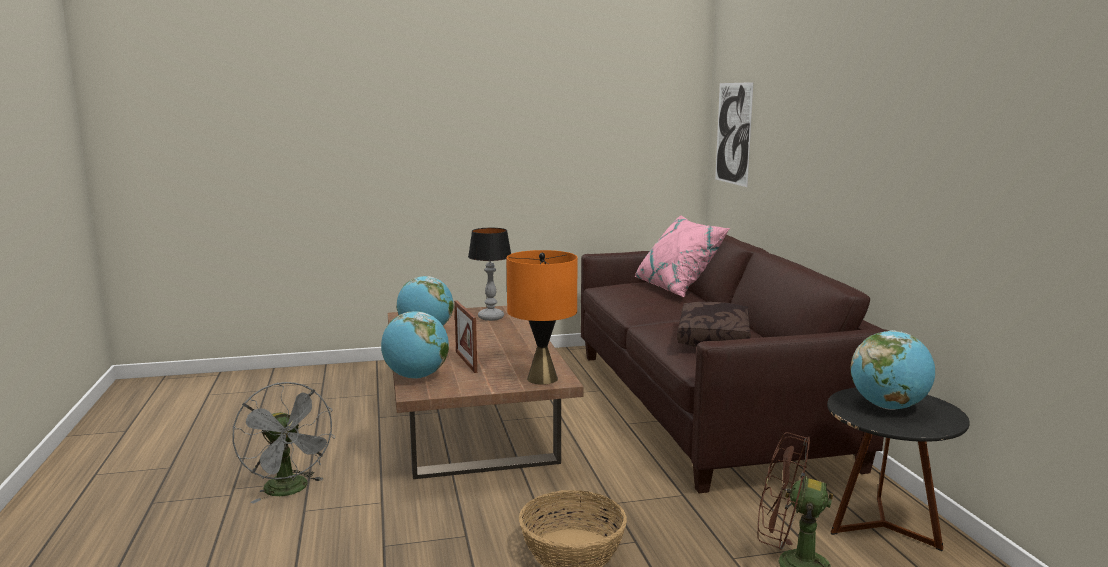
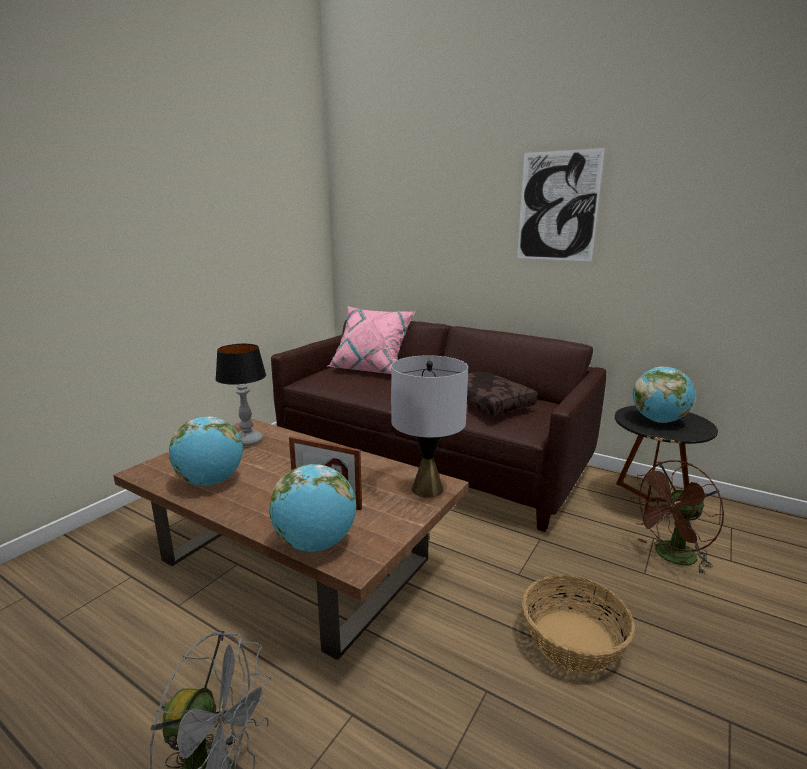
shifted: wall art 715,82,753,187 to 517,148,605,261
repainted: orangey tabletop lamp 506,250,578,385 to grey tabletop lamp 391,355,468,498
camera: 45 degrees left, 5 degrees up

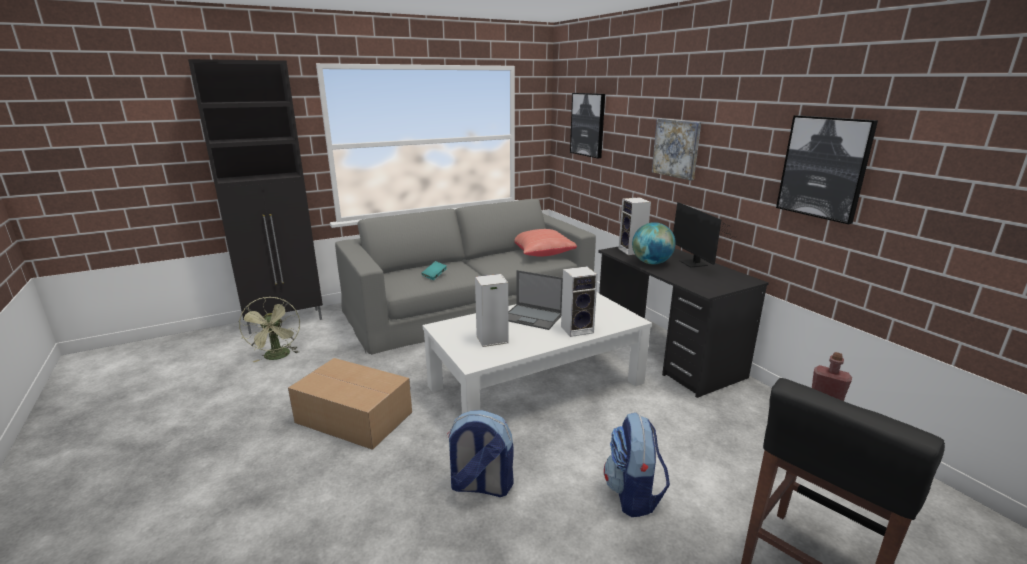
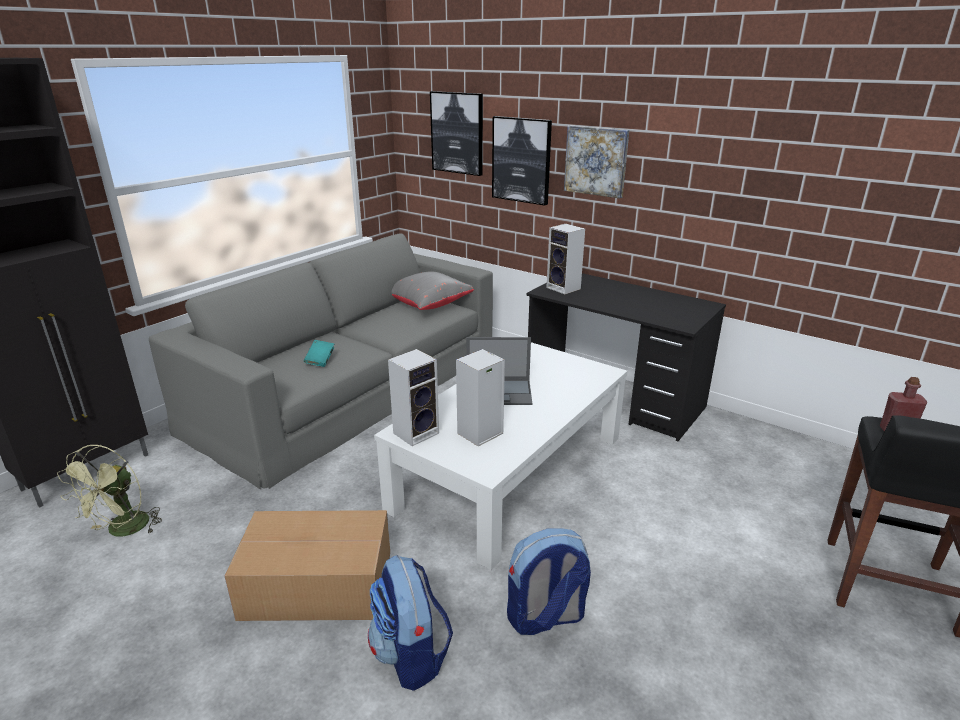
gone: computer display 673,202,735,268; globe 632,222,676,265
shifted: wall art 776,115,878,225 to 492,116,552,206; speaker 561,267,598,337 to 388,349,439,446; knapsack 604,412,670,517 to 368,555,453,691
repainted: red-coloured pillow 514,229,577,257 to grey pillow 392,271,474,310
rotated: green-coloured cooling fan 238,297,300,362 = 57,445,162,536 60 degrees clockwise
camera: 25 degrees left, 5 degrees up

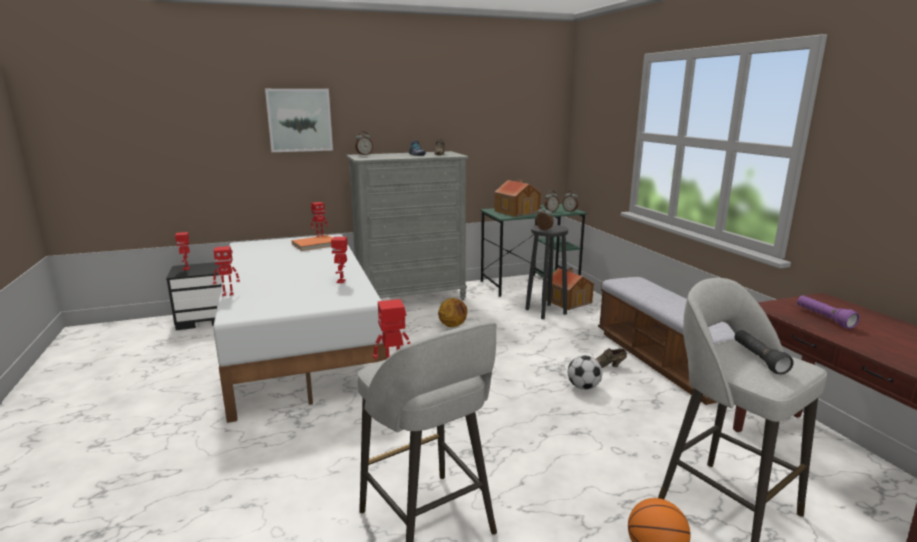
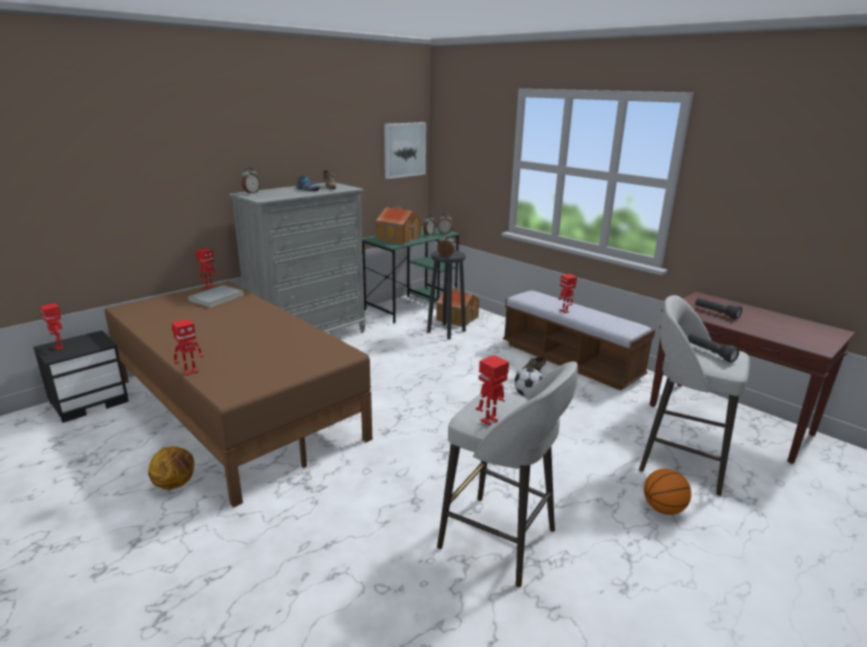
shifted: wall art 265,89,333,152 to 384,122,426,179; robot figure 331,237,348,283 to 558,274,577,313; ball for basketball 438,298,467,327 to 148,446,194,490
repainted: white bed 213,234,387,423 to brownish bed 105,281,372,508; orangey book 292,235,332,251 to grey book 188,285,244,308; purple hand torch 797,295,860,329 to blackish hand torch 695,298,742,319
camera: 25 degrees left, 5 degrees up

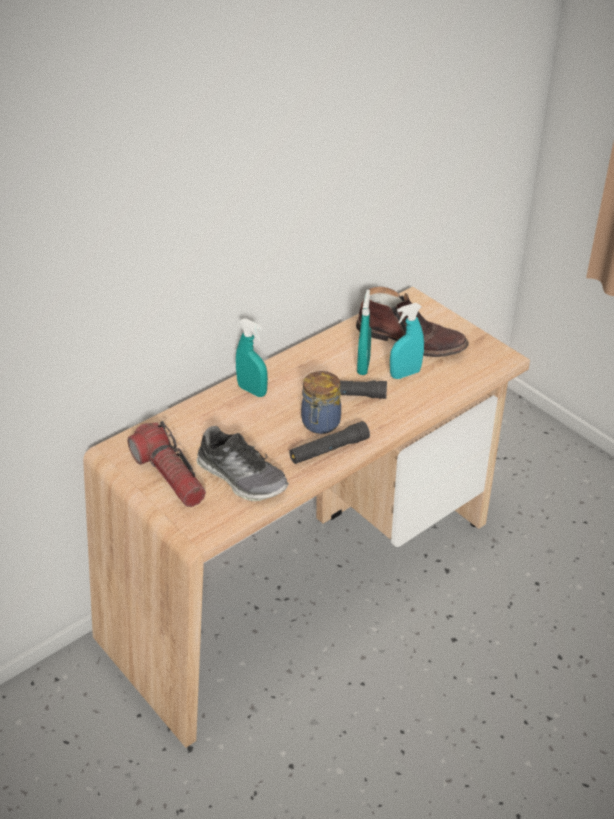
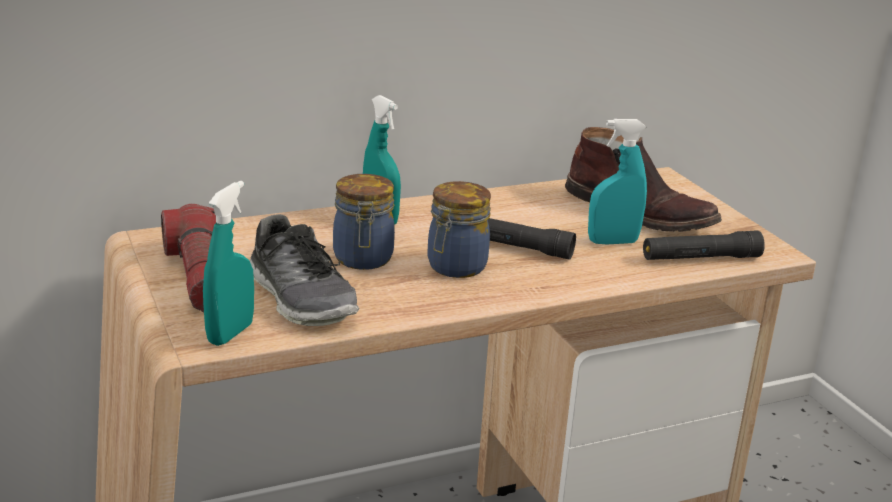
new: preserve jar 333,174,395,270
shifted: blue-green sprayer 357,290,371,375 to 203,180,254,346; blackish hand torch 289,421,370,464 to 643,230,765,260
camera: 15 degrees right, 15 degrees down

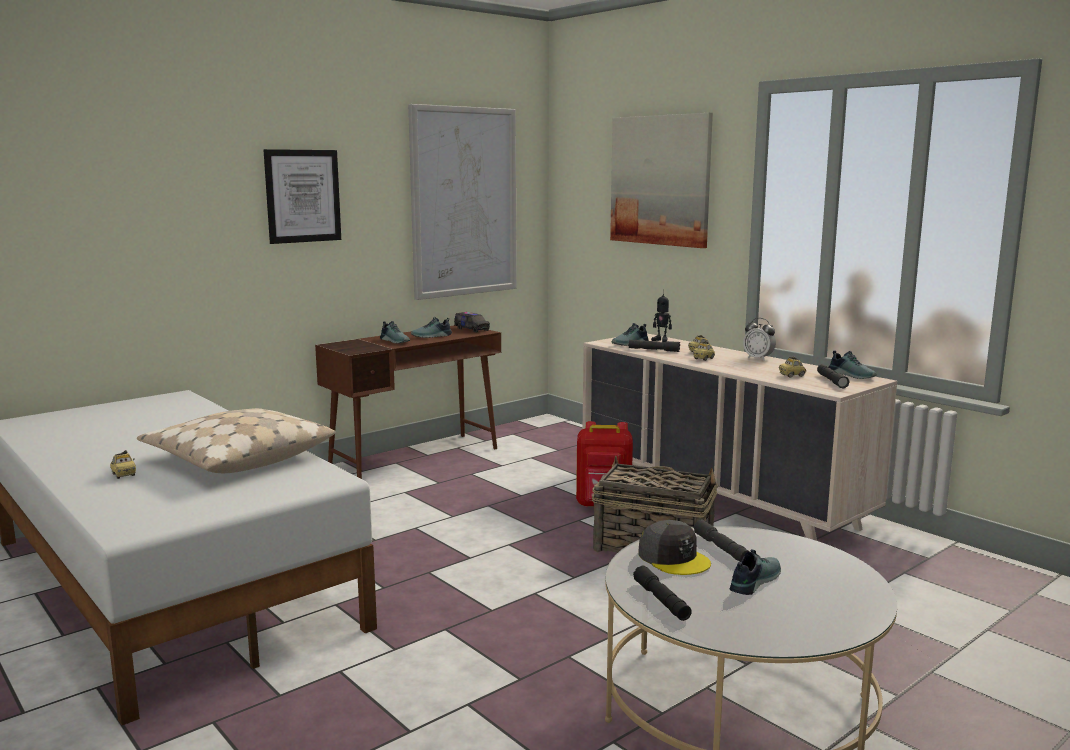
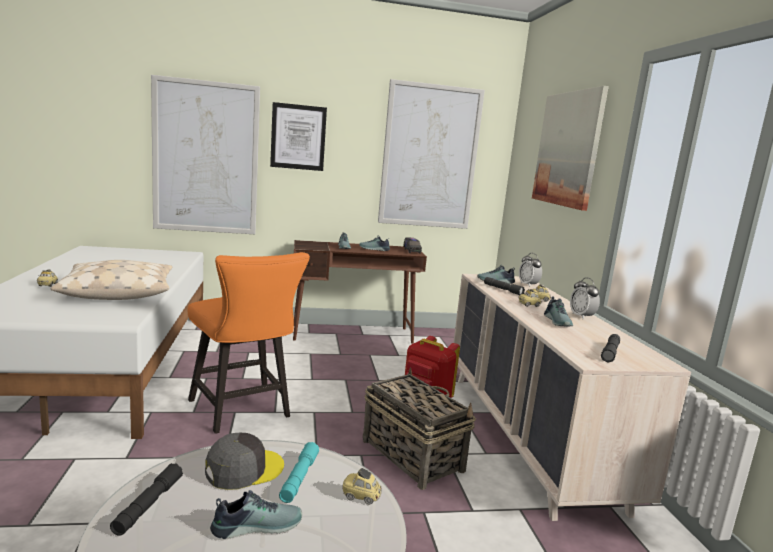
new: wall art 151,75,260,234; orangey plain chair 188,252,310,434
shifted: low shoe 829,350,877,379 to 544,296,573,327; model car 779,357,806,378 to 342,468,382,505
swapped: robot figure 651,290,672,342 to alarm clock 519,253,542,287
repainted: grey hand torch 694,520,750,562 to blue-green hand torch 279,442,319,503
rotated: grey baseball cap 638,520,711,575 = 205,433,284,490 120 degrees counterclockwise
camera: 30 degrees right, 0 degrees up

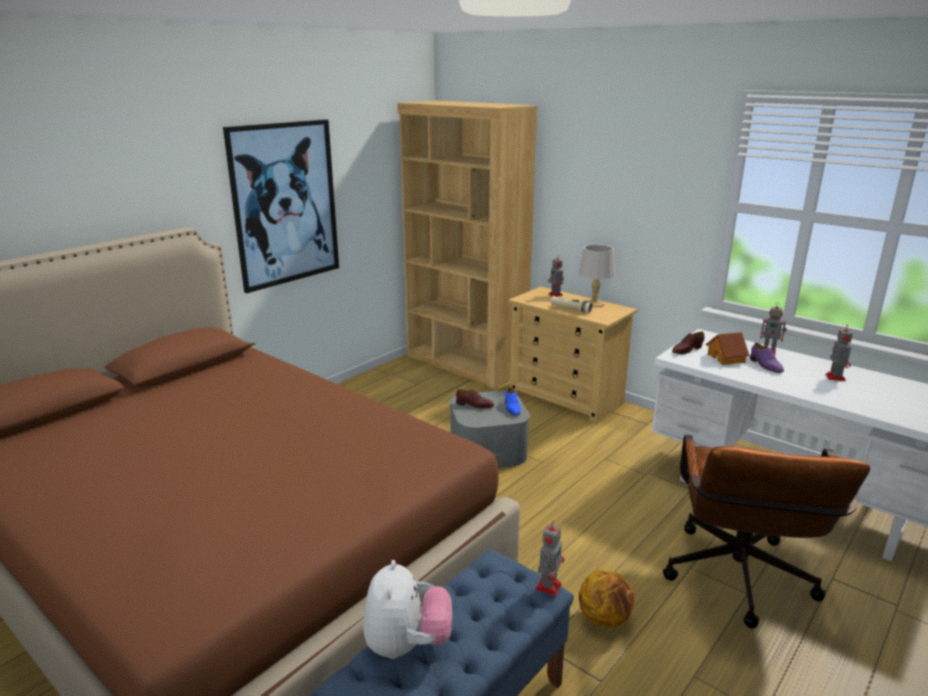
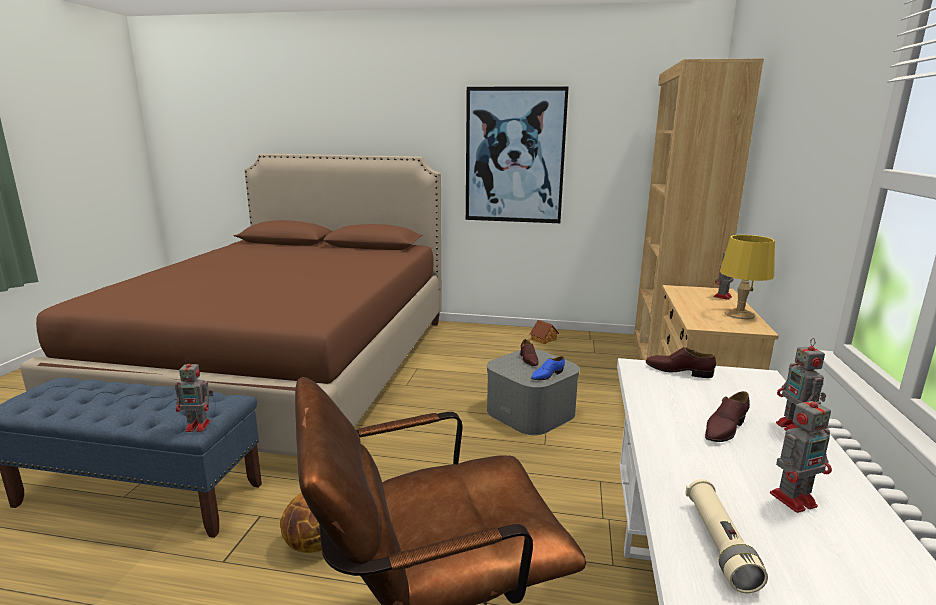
gone: soft toy 363,560,452,659
shifted: sand-coloured hand torch 551,296,593,313 to 685,479,768,593; toy house 706,332,749,365 to 530,320,559,344
repainted: grey tabletop lamp 579,244,615,307 to yellowish tabletop lamp 720,235,775,319; purple low shoe 750,343,784,373 to brownish low shoe 705,391,750,442
camera: 60 degrees right, 5 degrees down

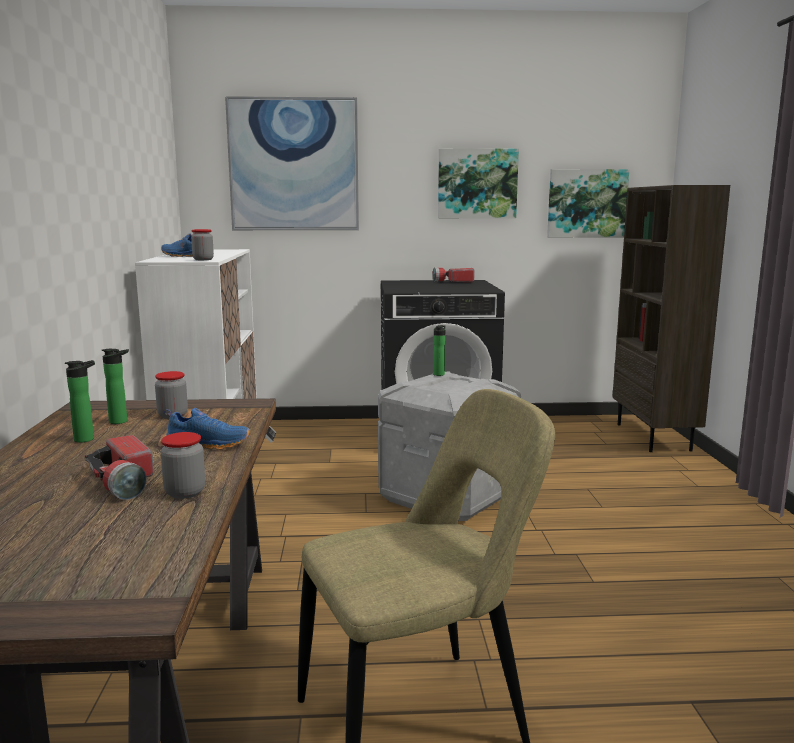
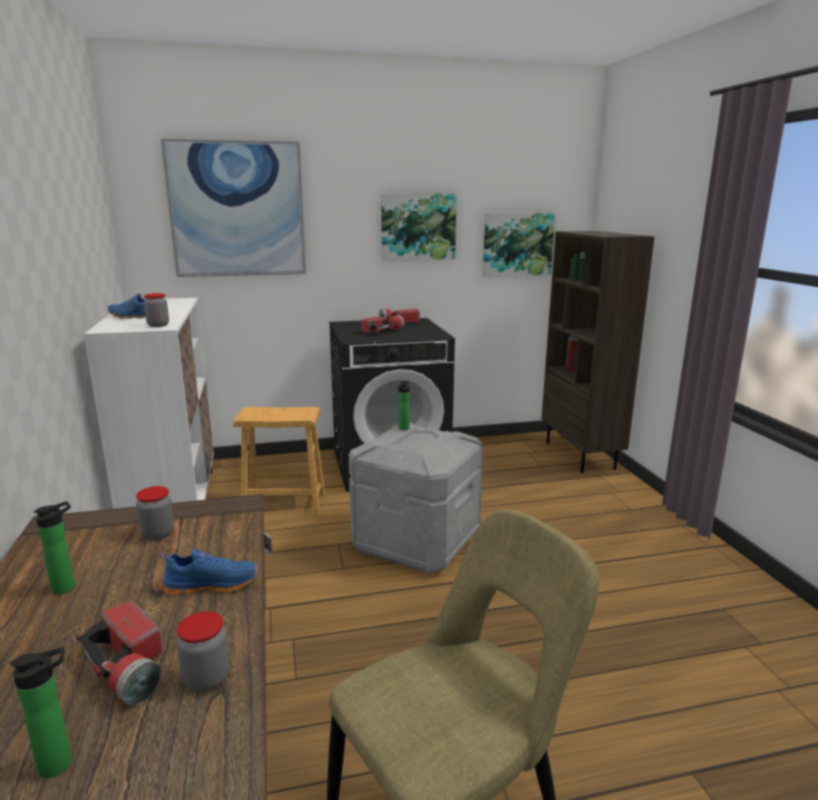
new: hand torch 362,315,404,334; brownish stool seat 233,407,325,516
shifted: drink bottle 102,349,129,424 to 10,647,72,778
camera: 10 degrees left, 5 degrees up

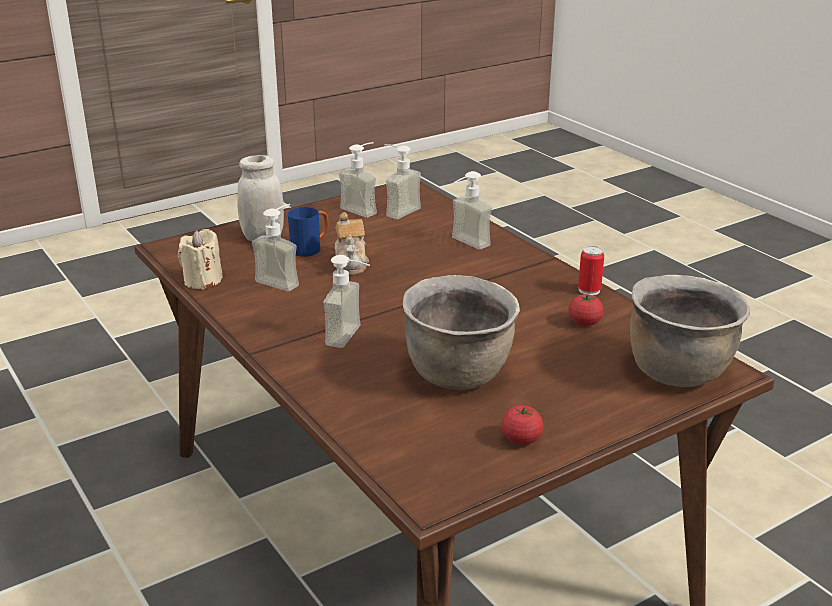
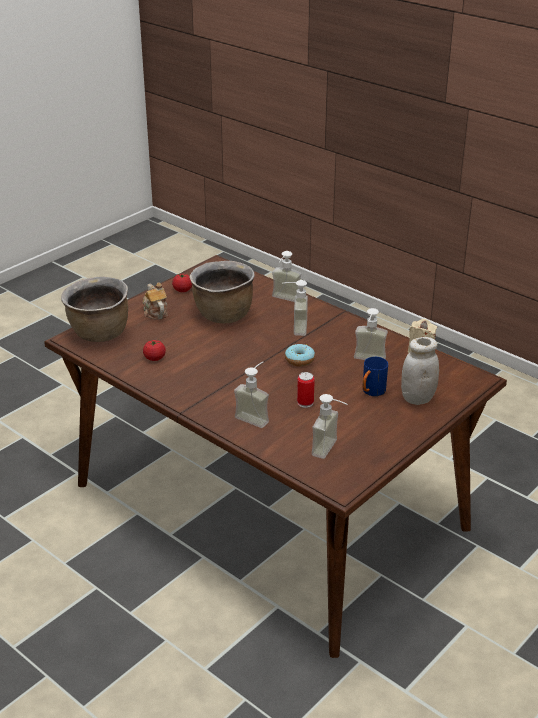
new: doughnut 285,344,315,366
shifted: soap bottle 339,142,377,218 to 272,251,302,302; tea pot 335,212,369,275 to 143,282,168,320; metal can 578,246,604,295 to 297,372,315,408
camera: 165 degrees right, 5 degrees up

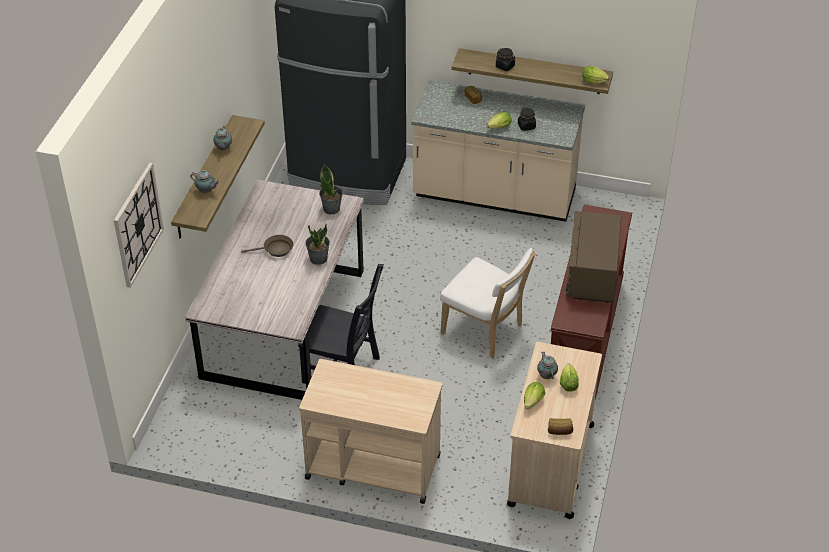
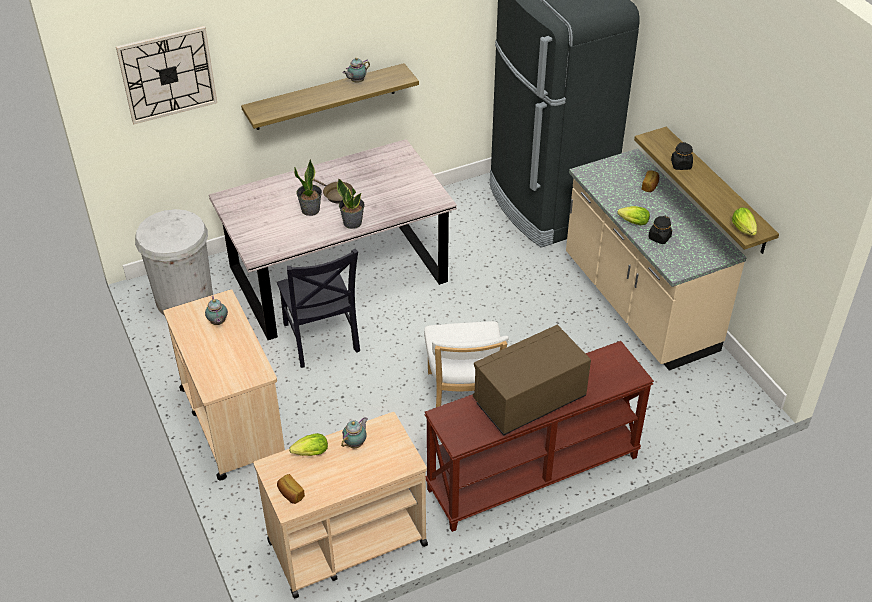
gone: head of lettuce 560,364,579,392
new: white trash can 135,209,213,316
shifted: plant in a pot 319,164,343,215 to 294,159,322,216; tea pot 190,170,220,193 to 205,296,228,325
camera: 50 degrees right, 0 degrees up

